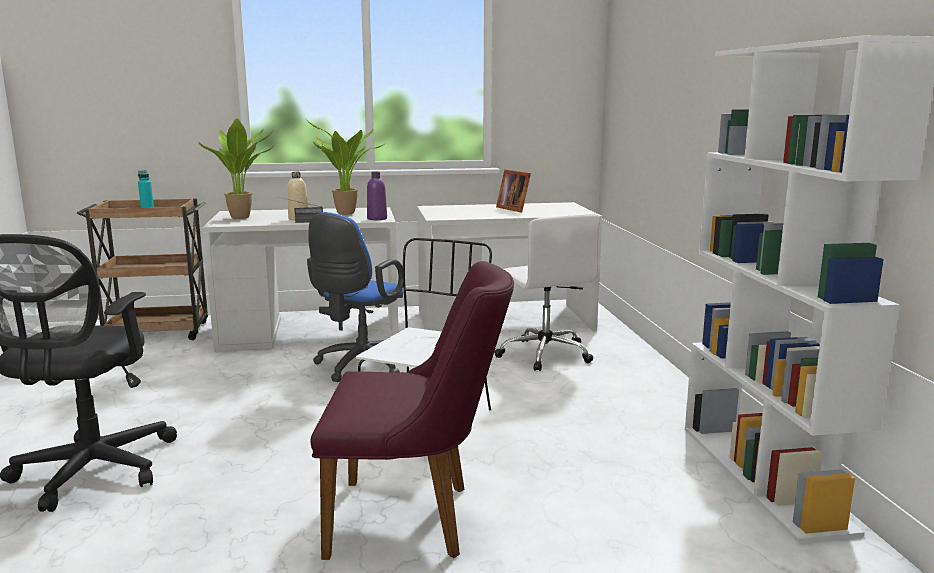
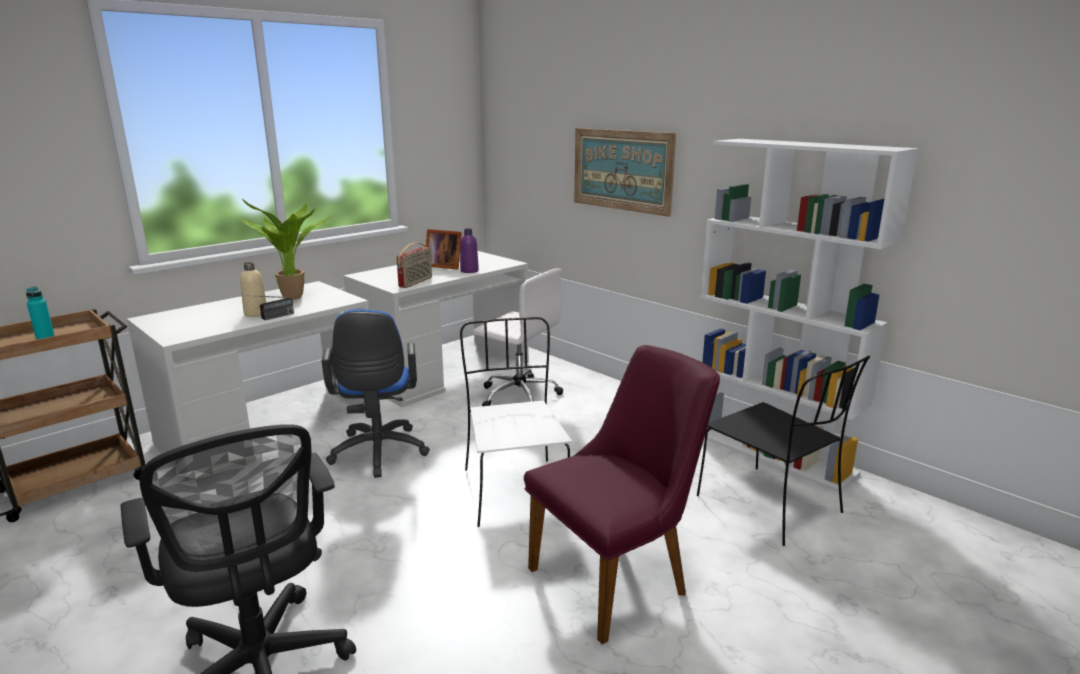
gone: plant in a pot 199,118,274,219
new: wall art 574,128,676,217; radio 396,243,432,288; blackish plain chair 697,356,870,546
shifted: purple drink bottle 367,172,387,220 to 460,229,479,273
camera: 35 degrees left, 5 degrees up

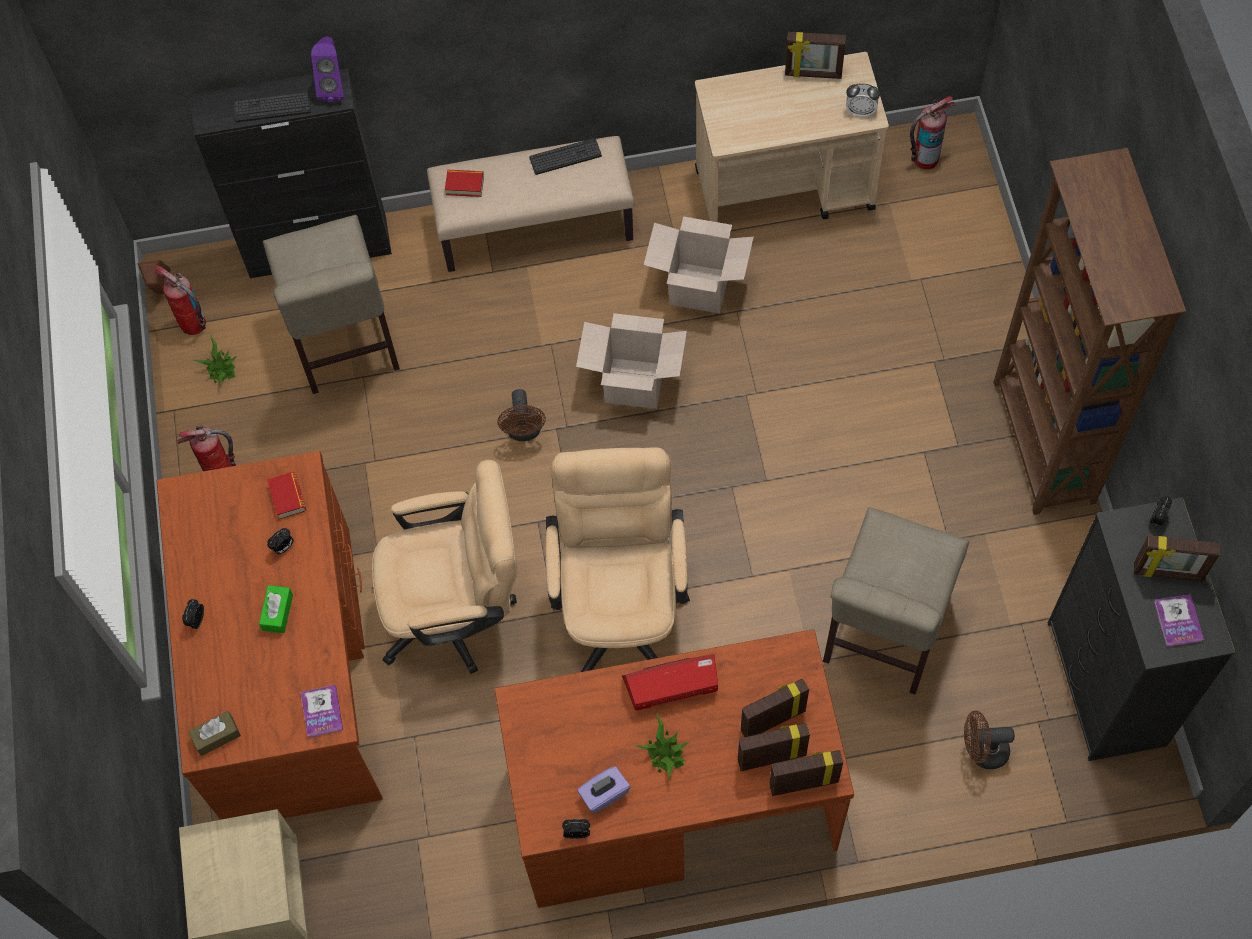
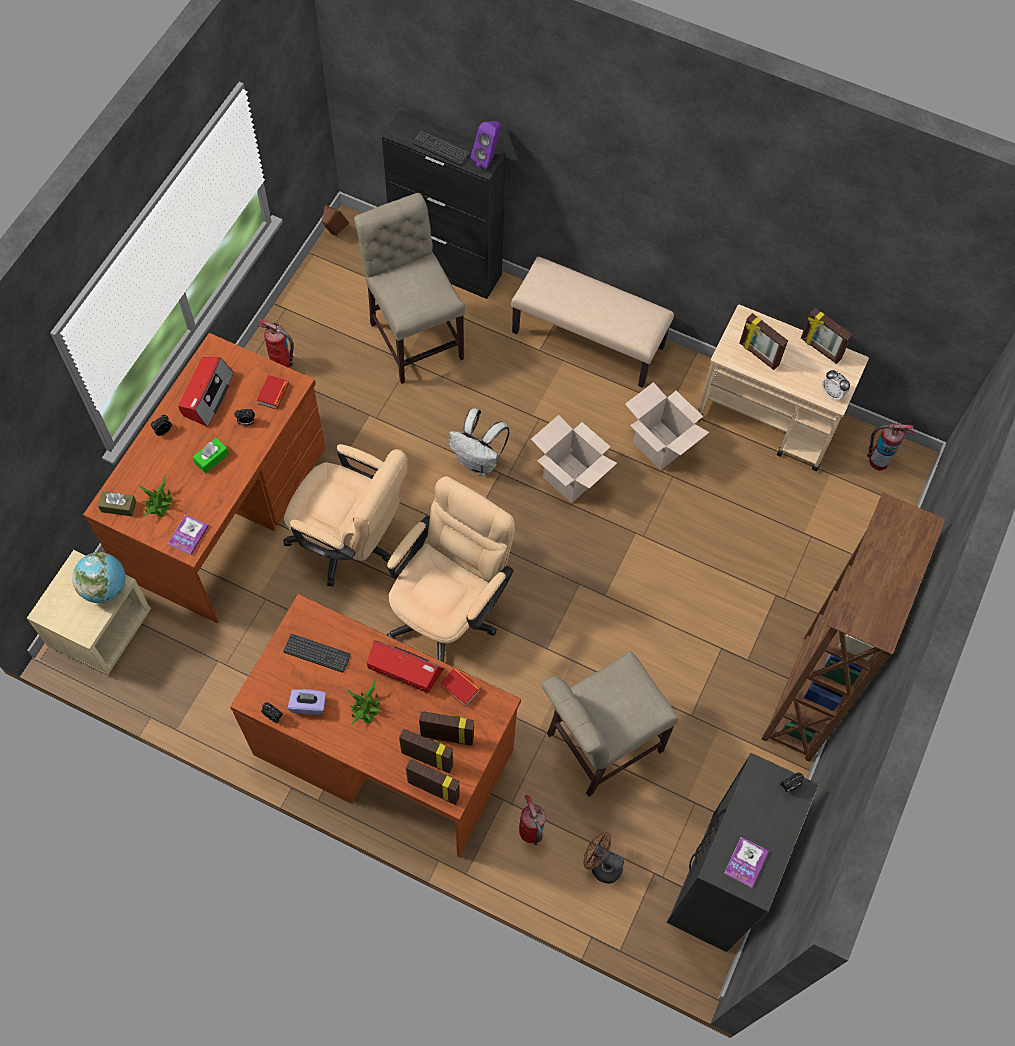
new: radio 178,357,234,427; globe 72,552,126,603
shifted: PC keyboard 529,138,602,175 to 283,634,351,673; book 445,170,484,197 to 440,667,481,707; fire-fighting cylinder 155,266,206,335 to 519,794,546,845; plant in a pot 193,335,237,385 to 138,473,172,517; picture frame 1134,535,1220,581 to 740,313,788,370
swapped: brownish cooling fan 498,389,546,441 to white knapsack 448,408,510,476
rotated: sand-coloured plain chair 263,215,400,394 = 354,193,465,384 135 degrees clockwise
camera: 30 degrees right, 0 degrees up

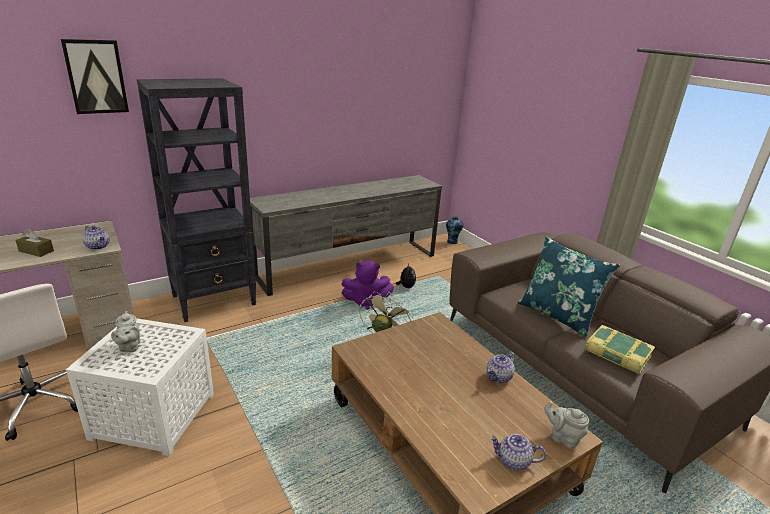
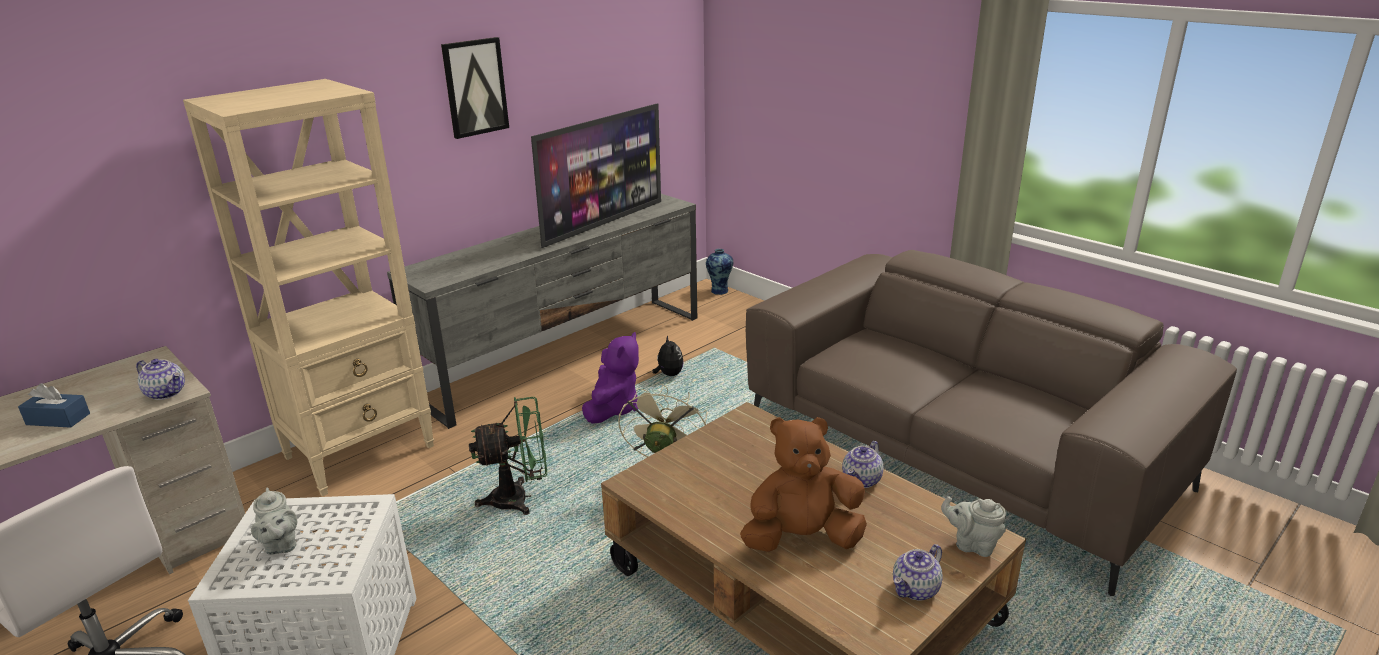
gone: blue pillow 518,236,620,338; book 585,325,655,374
new: TV set 531,103,661,248; green-coloured cooling fan 469,397,547,515; brownish soft toy 740,417,867,552
shifted: wall art 61,39,129,114 to 441,37,509,139
repainted: blackish bookshelf 137,78,256,322 to sand-coloured bookshelf 183,79,434,496; brownish tissue box 15,229,54,257 to blue tissue box 18,383,90,428
rotated: purple soft toy 342,260,394,310 = 582,332,639,424 60 degrees counterclockwise; tea pot 490,434,546,470 = 893,544,943,601 45 degrees counterclockwise
camera: 10 degrees left, 0 degrees up

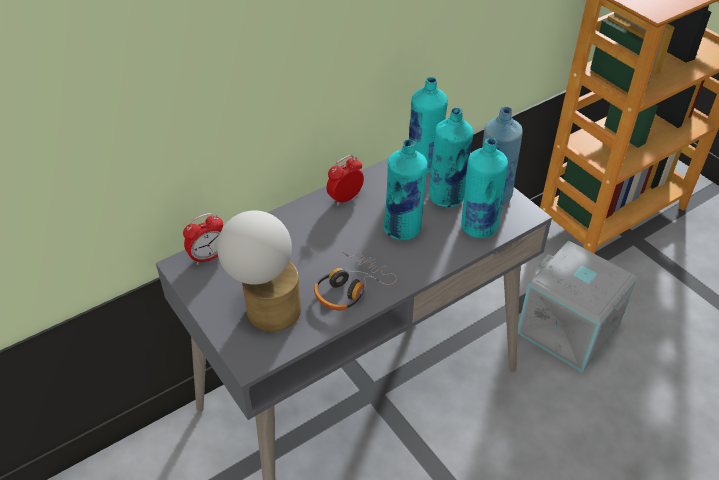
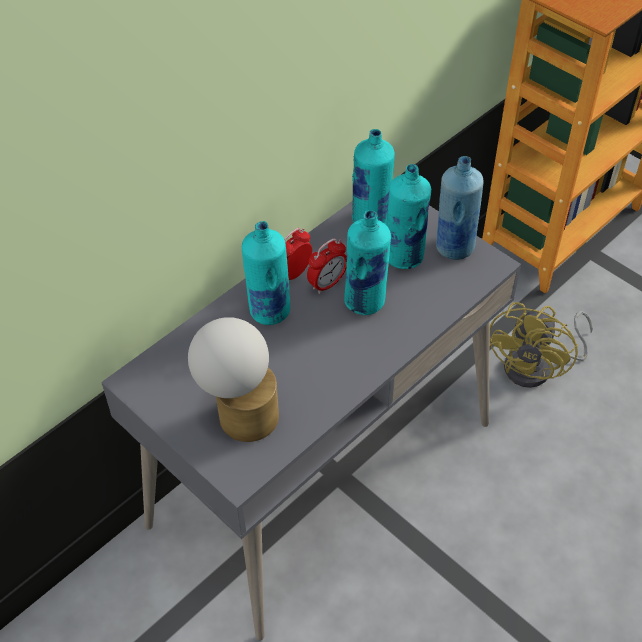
gone: headset 314,252,397,310
shifted: blue-green drink bottle 461,138,508,238 to 242,221,290,325; alarm clock 183,213,223,265 to 307,238,347,294
swapped: grey storage box 518,241,638,373 to yellowish cooling fan 490,302,593,388
camera: 10 degrees left, 5 degrees up

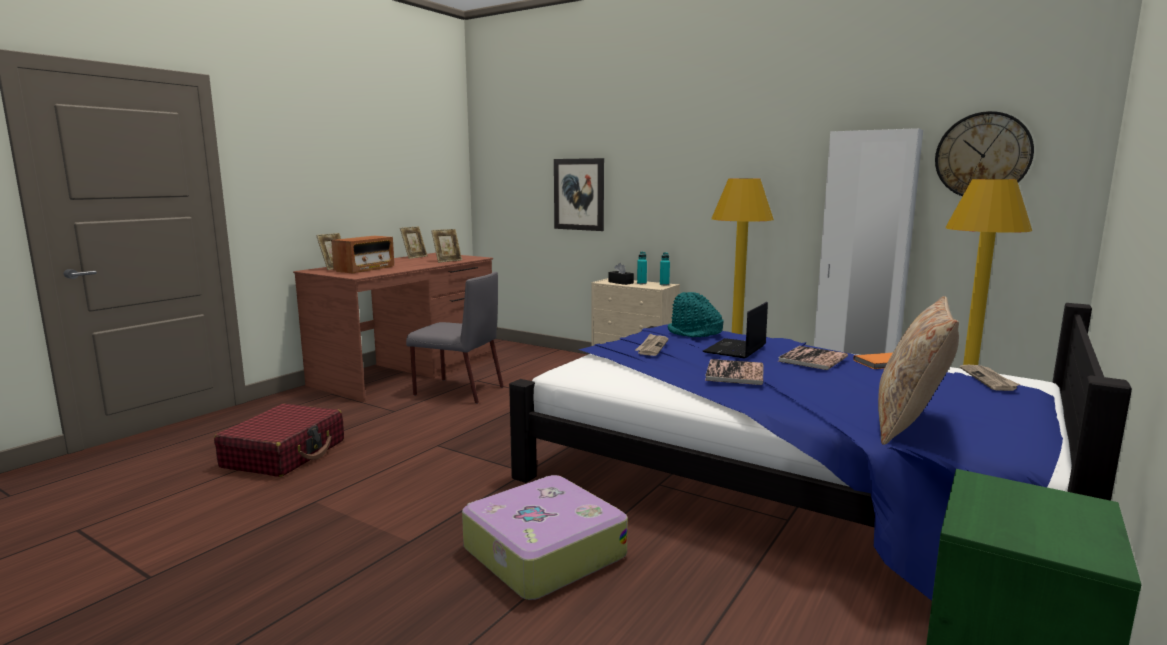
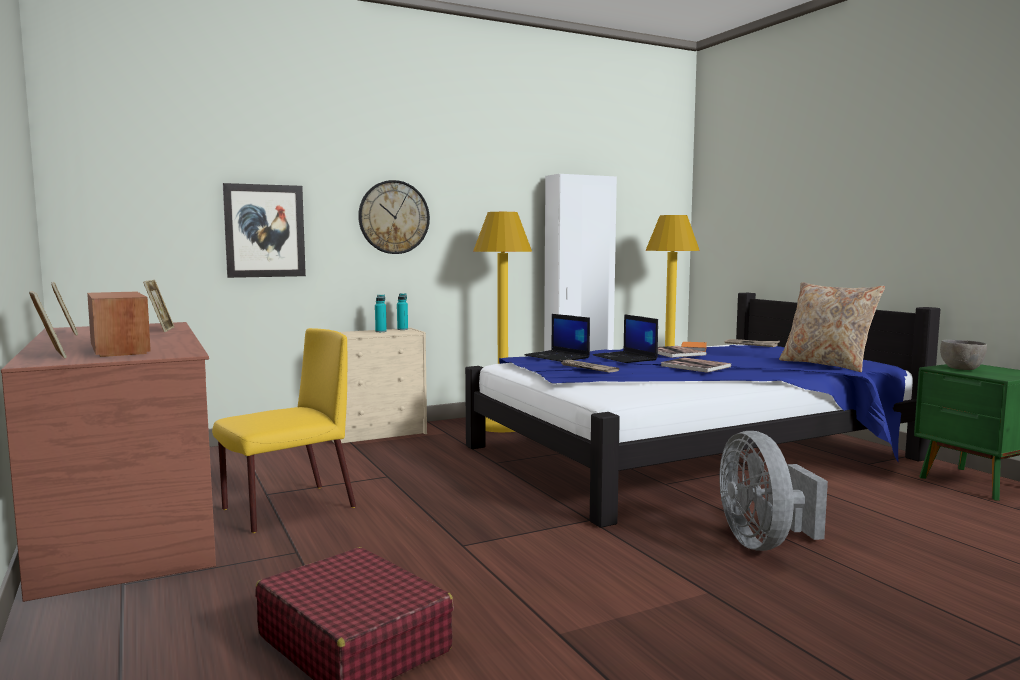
gone: blackish tissue box 608,263,634,285
new: grey serving bowl 940,340,987,370
shifted: clock on the wall 935,111,1034,196 to 358,180,430,254
swapped: blue-green clothing hat 667,292,724,337 to notebook computer 524,314,590,362; suitcase 462,475,628,600 to grey cooling fan 719,431,828,551
repainted: grey plain chair 406,272,504,404 to yellowish plain chair 212,328,356,533
camera: 60 degrees left, 5 degrees down

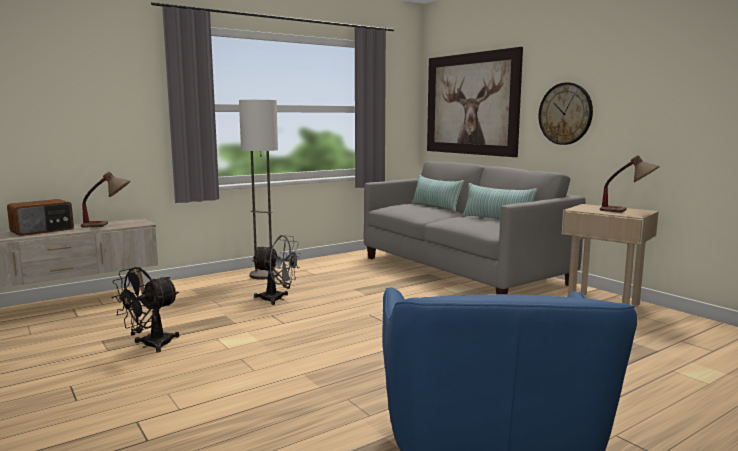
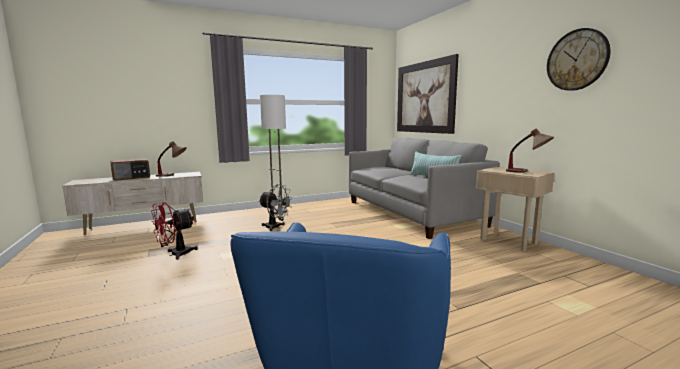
gone: pillow 411,175,465,212
shifted: clock on the wall 539,82,593,145 to 547,28,610,91
repainted: blackish cooling fan 112,267,179,353 to red-coloured cooling fan 151,202,198,260
camera: 10 degrees right, 0 degrees up

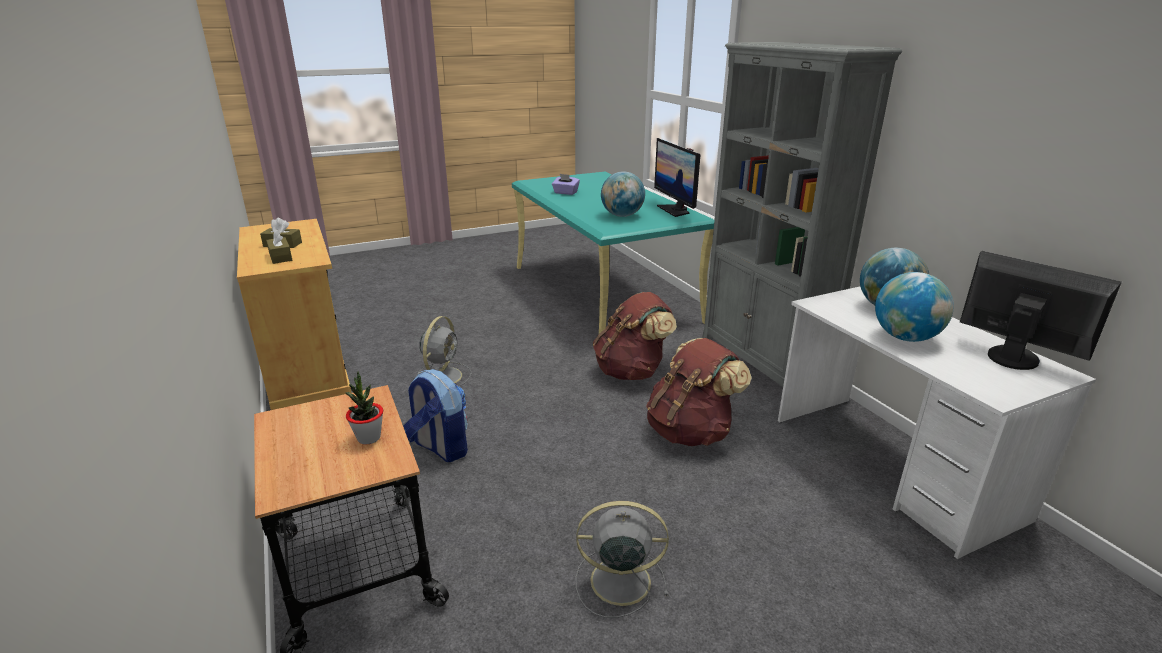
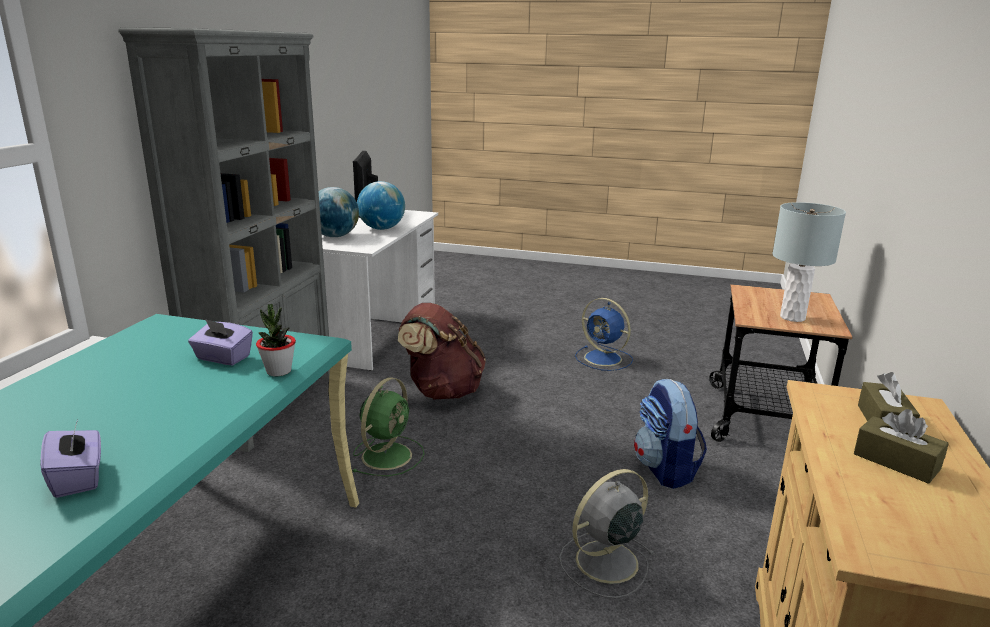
gone: computer display 654,138,701,217
new: grey tabletop lamp 772,202,846,322
shifted: plant in a pot 345,371,383,444 to 256,304,296,376
swapped: globe 601,172,645,217 to purple tissue box 188,319,253,366; brownish knapsack 593,292,677,380 to green-coloured cooling fan 352,377,424,476
repainted: grey cooling fan 576,501,669,618 to blue cooling fan 575,298,633,371
camera: 140 degrees left, 5 degrees down

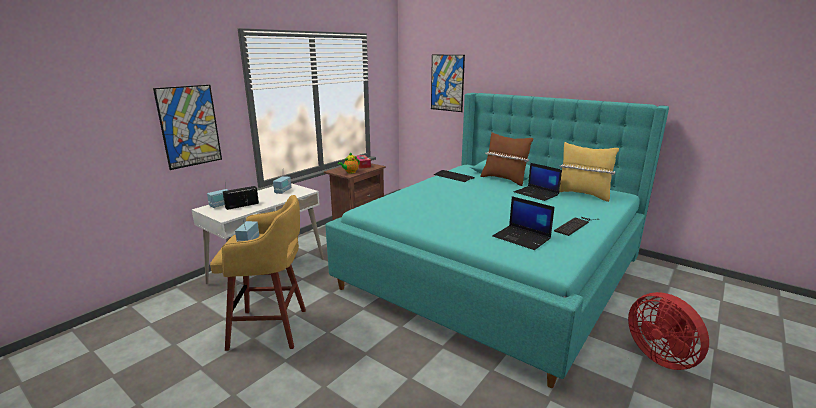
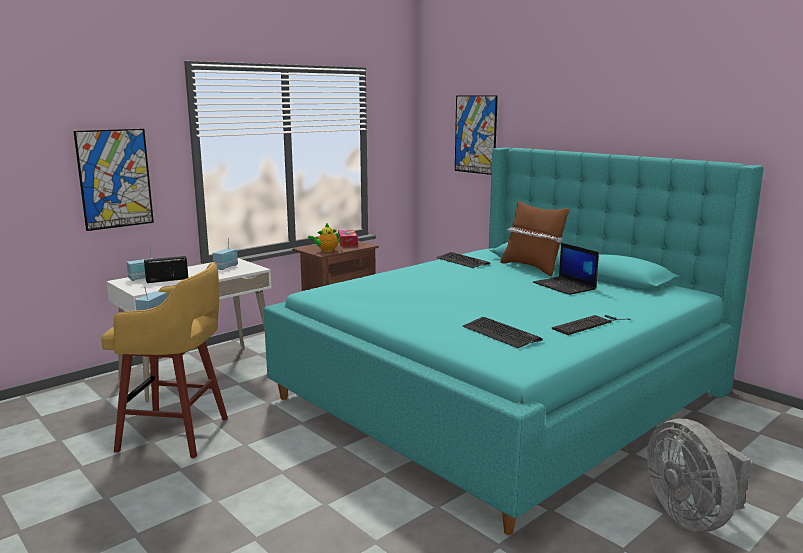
gone: yellowish pillow 559,142,619,202
swapped: notebook computer 492,196,555,250 to PC keyboard 463,317,543,348
repainted: red-coloured cooling fan 628,292,709,370 to grey cooling fan 647,419,751,532
camera: 10 degrees right, 5 degrees down

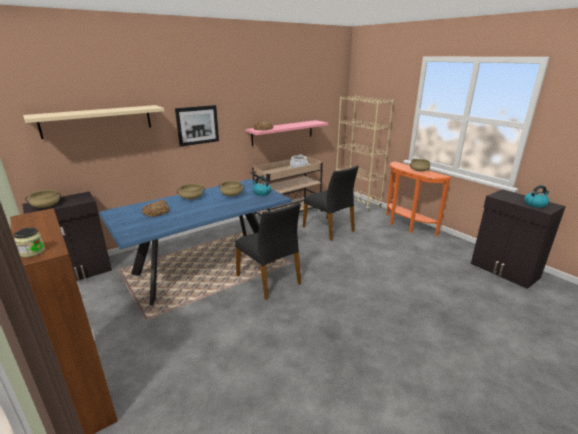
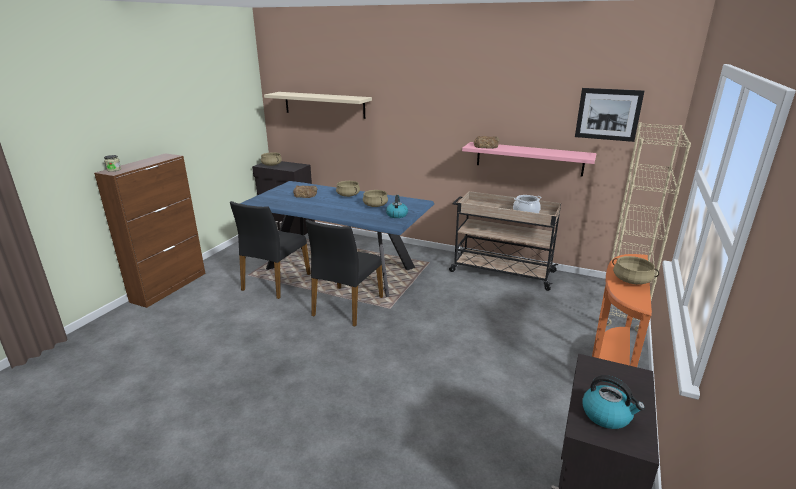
shifted: wall art 175,105,219,147 to 575,88,644,142; blackish plain chair 303,165,358,241 to 230,201,311,299
camera: 60 degrees right, 0 degrees up

